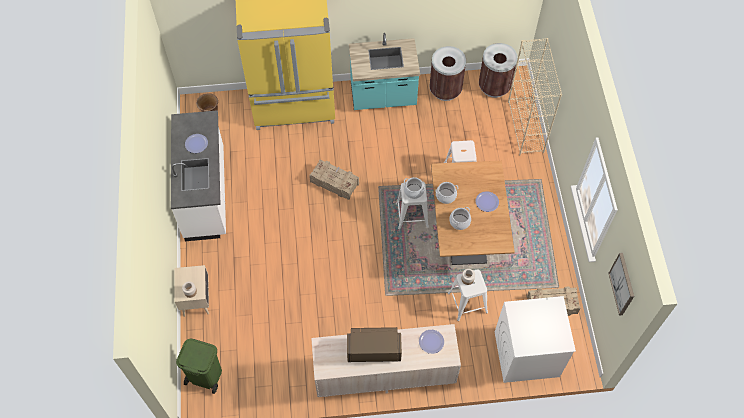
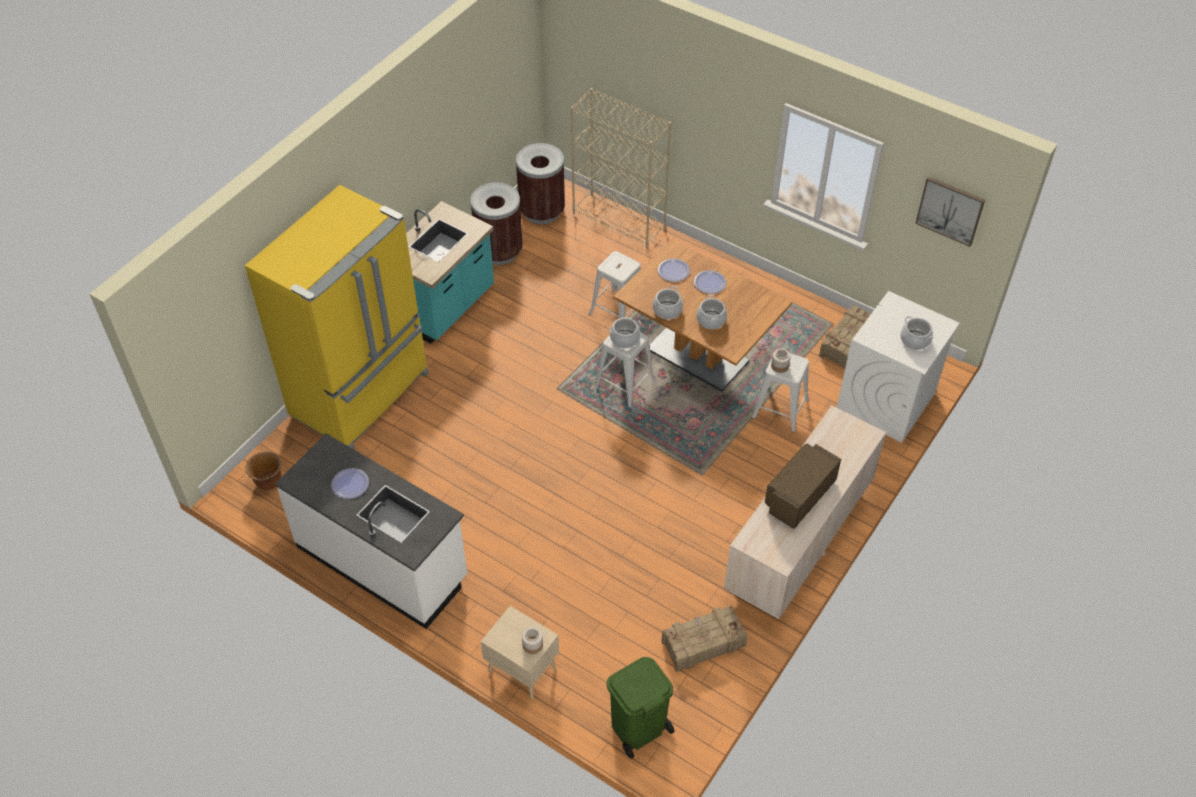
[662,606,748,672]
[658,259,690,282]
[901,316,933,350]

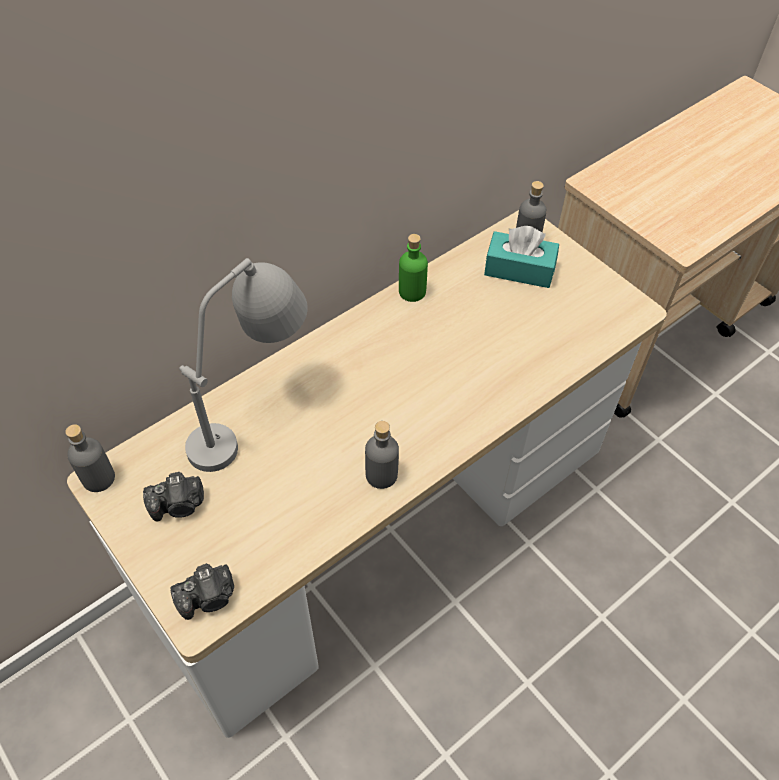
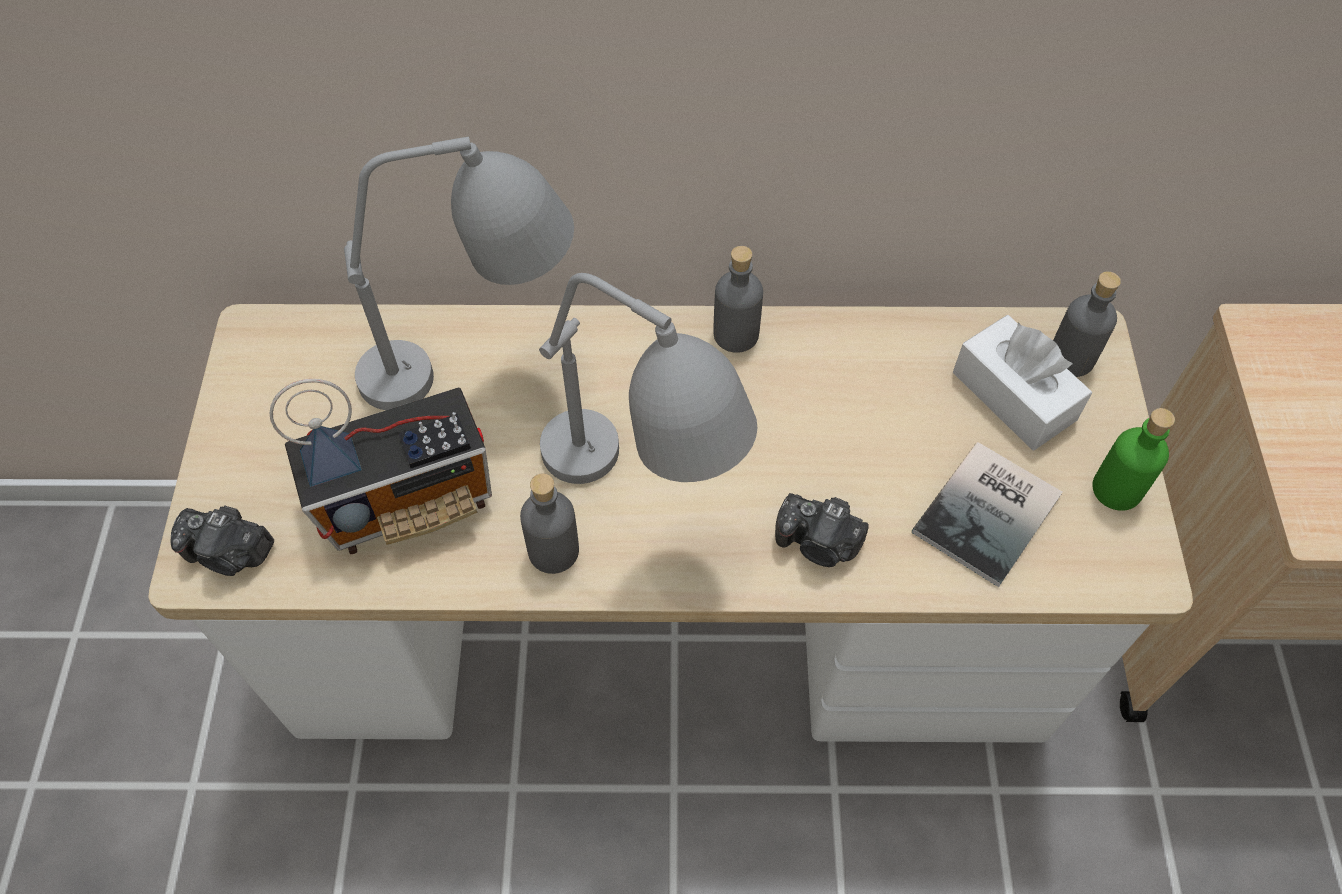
[713,246,763,353]
[775,493,869,567]
[1093,408,1175,511]
[953,315,1092,450]
[270,379,492,554]
[539,273,758,484]
[912,442,1062,587]

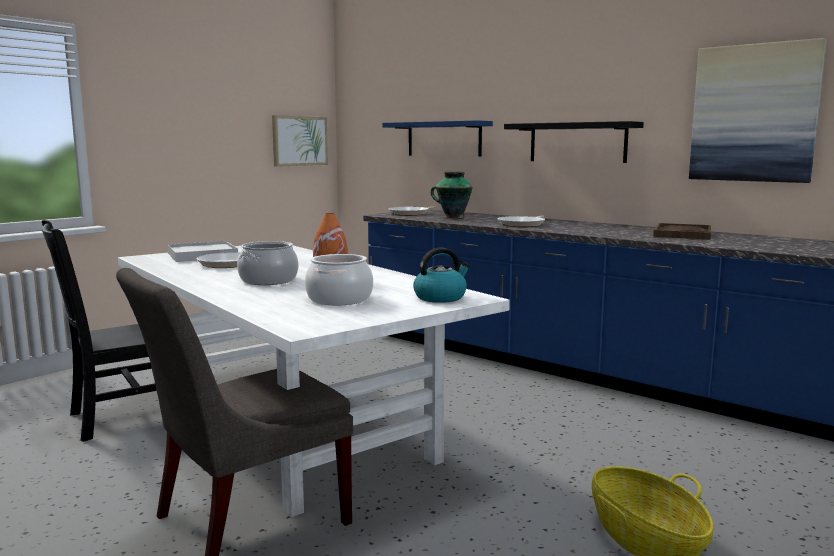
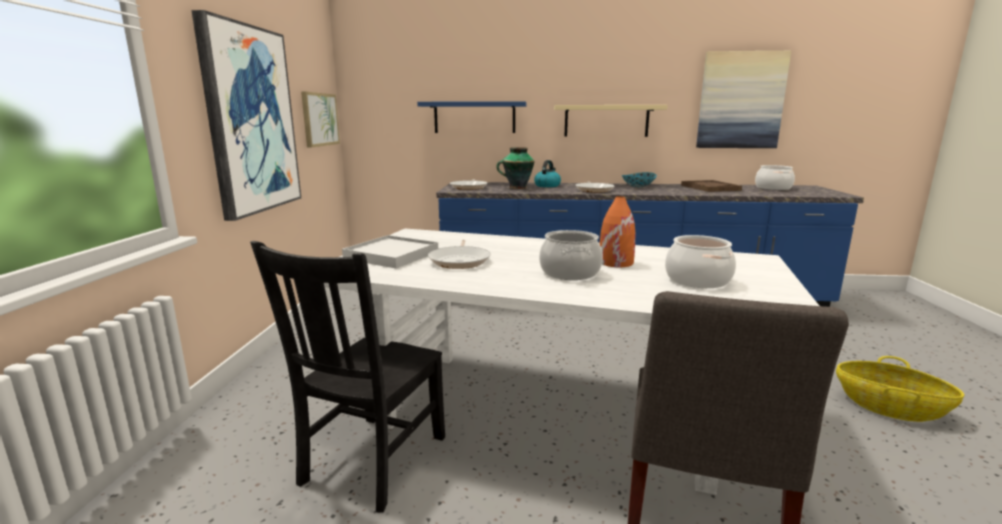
[534,160,561,187]
[554,105,668,137]
[191,10,301,221]
[622,172,657,187]
[755,165,795,190]

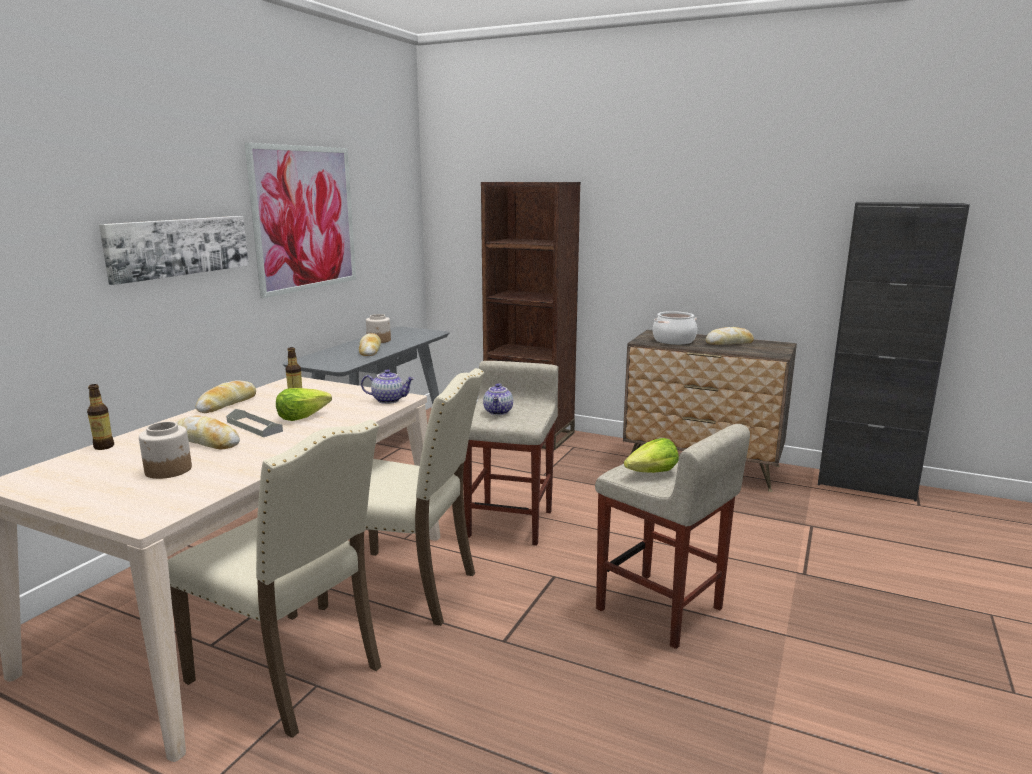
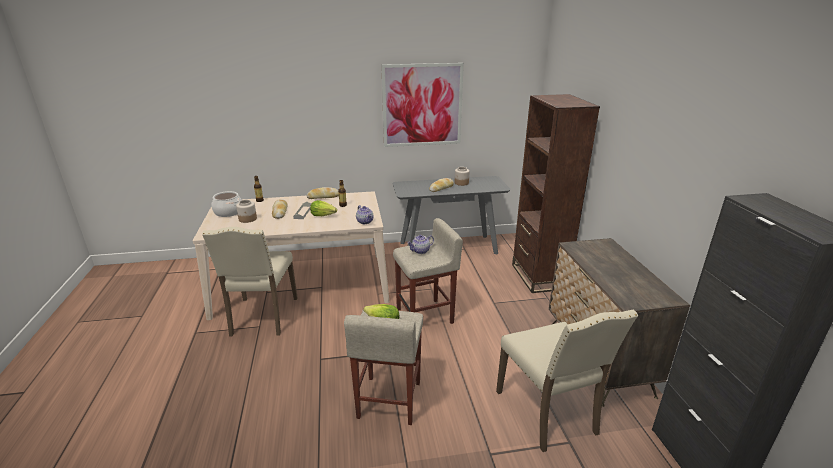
[99,216,249,285] (first image)
[496,310,638,452]
[211,191,242,217]
[706,327,754,345] (first image)

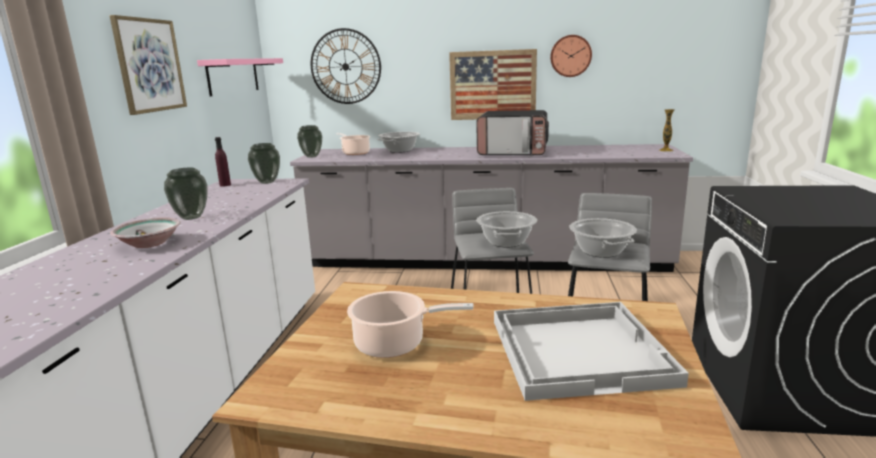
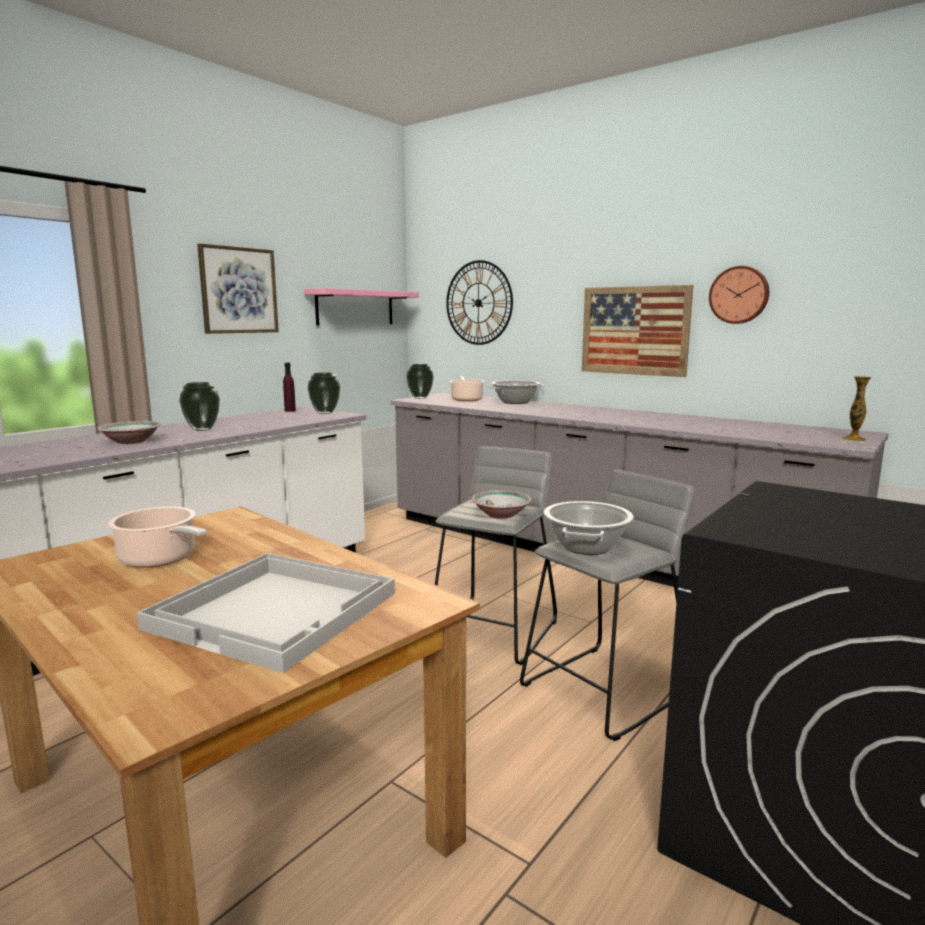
[476,110,549,155] (first image)
[471,490,532,519]

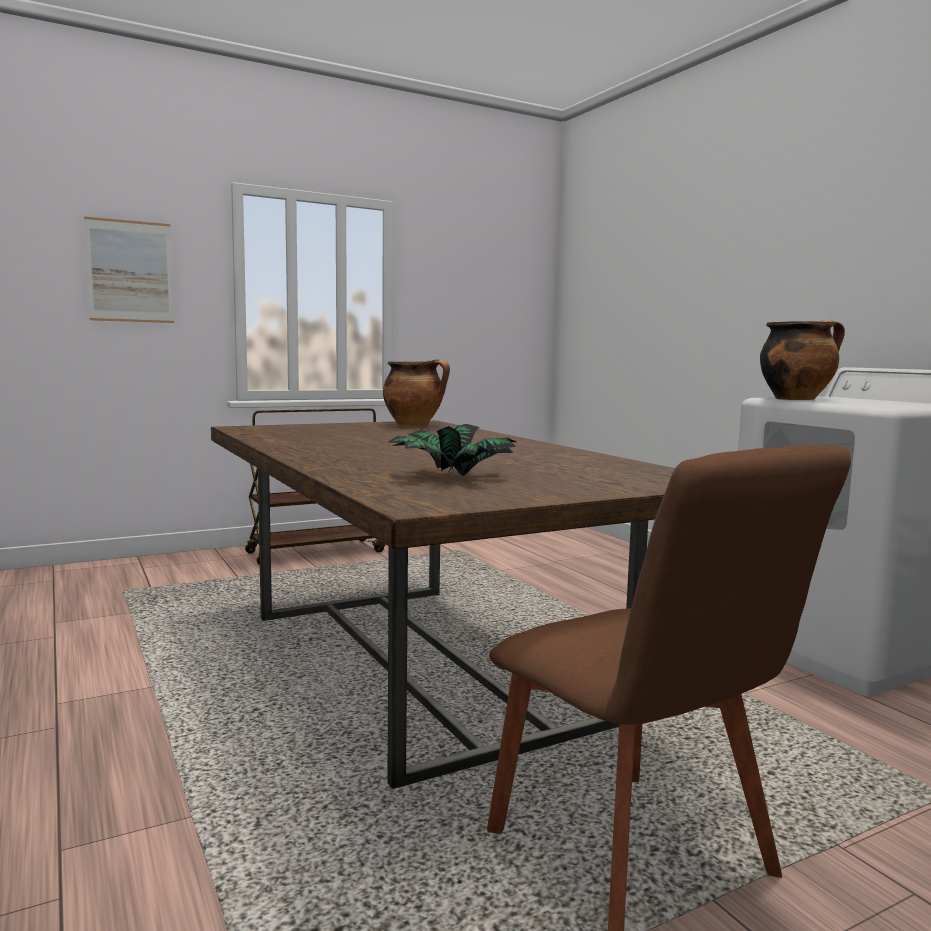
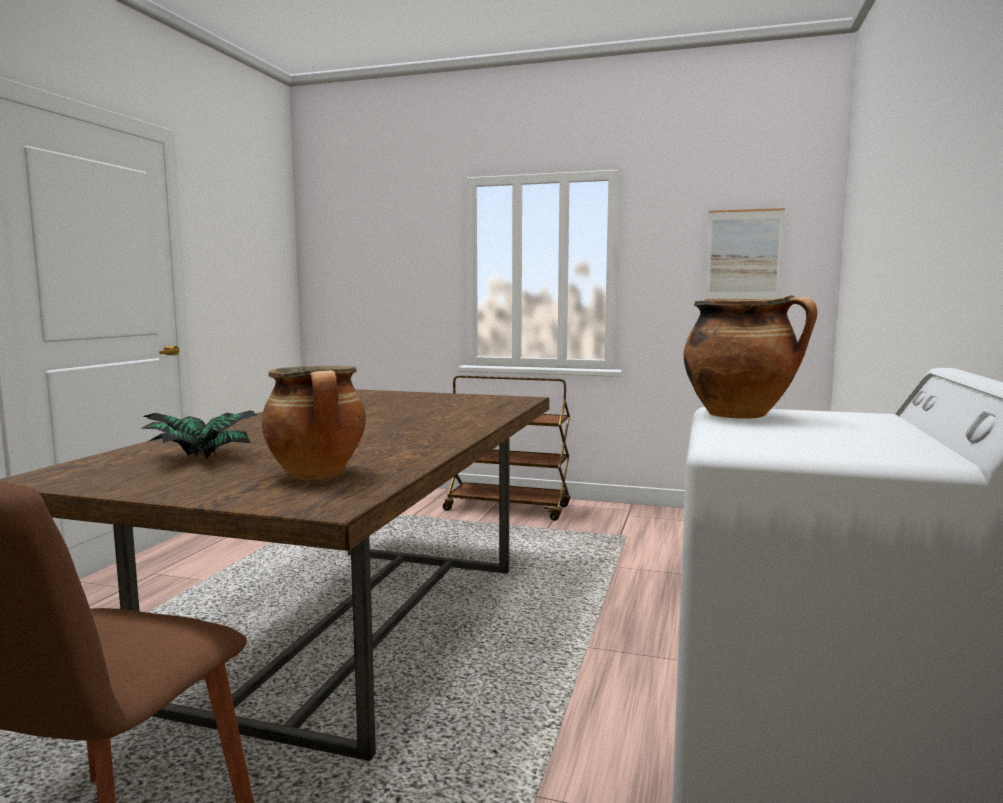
[705,208,785,301]
[262,366,366,480]

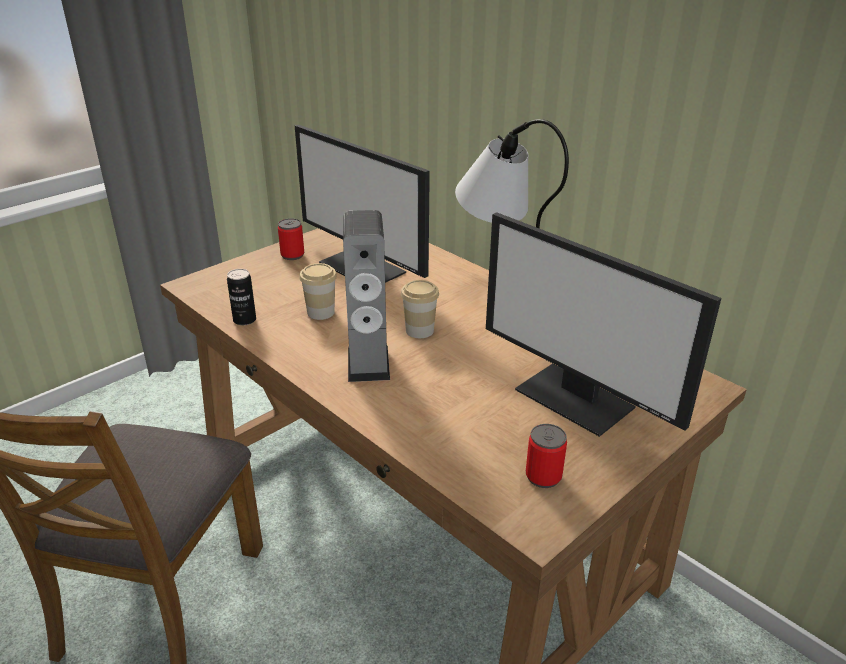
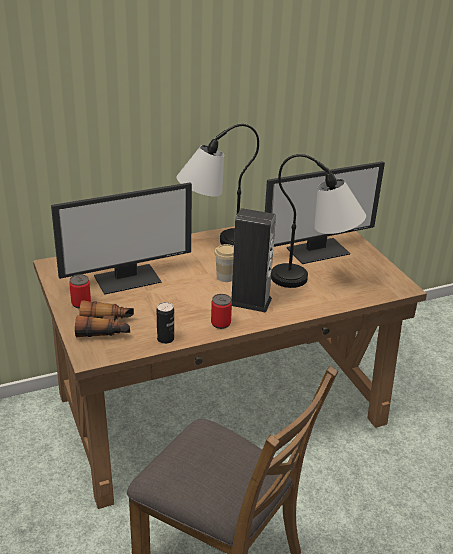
[299,263,337,320] (first image)
[211,294,232,329]
[75,300,134,337]
[271,154,366,288]

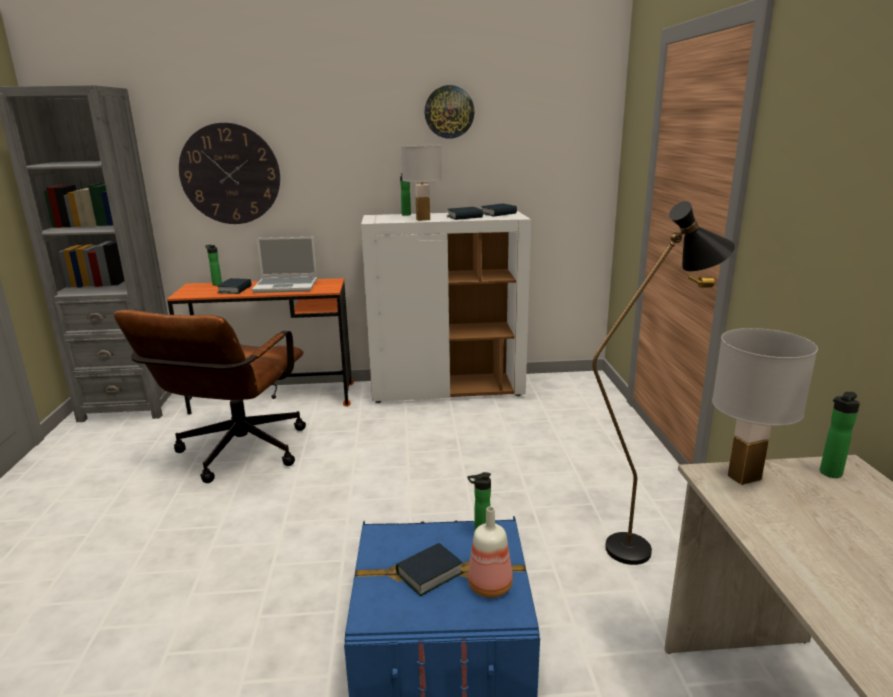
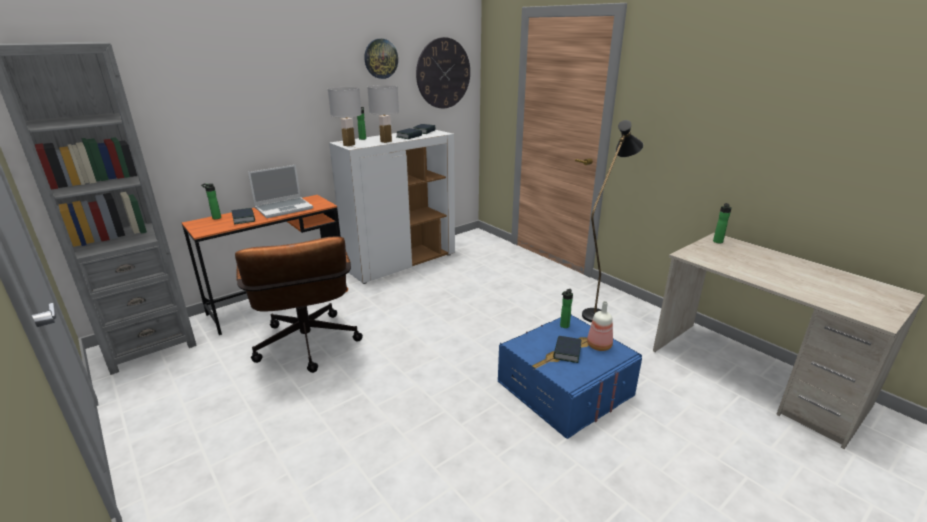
[416,37,470,108]
[328,87,362,146]

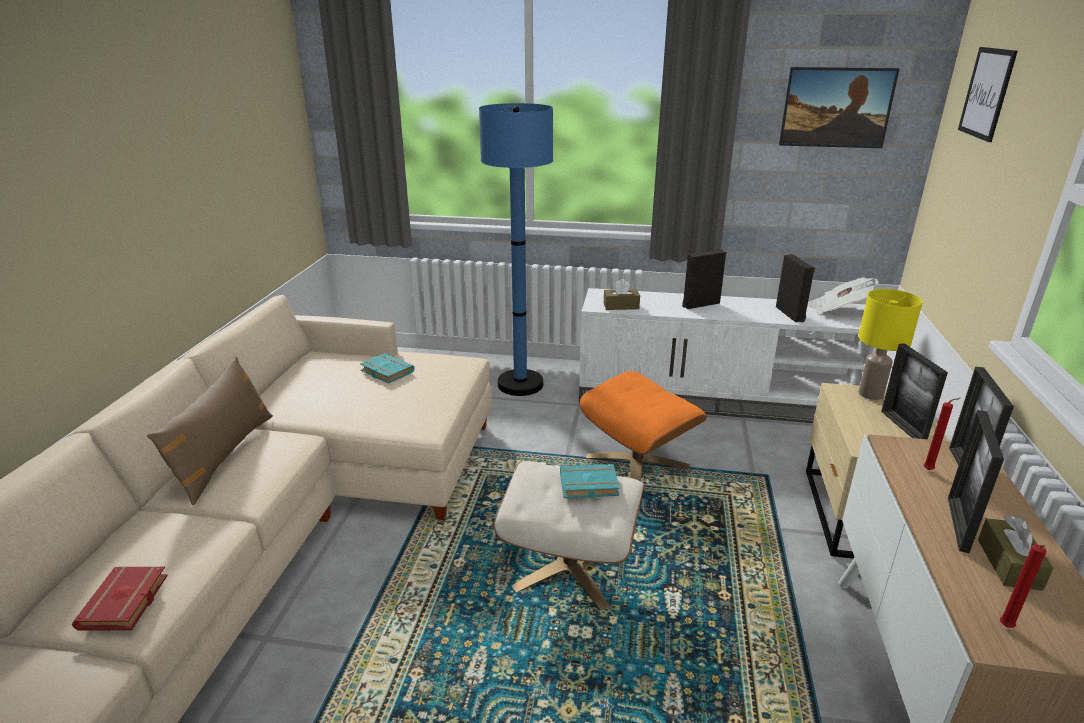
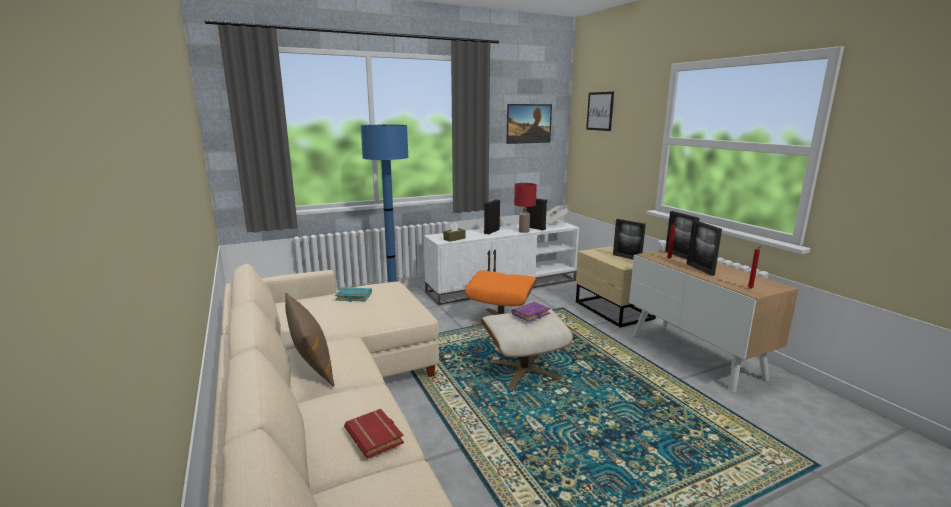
[511,302,550,322]
[858,289,923,400] (first image)
[978,516,1053,591] (first image)
[514,183,537,233]

